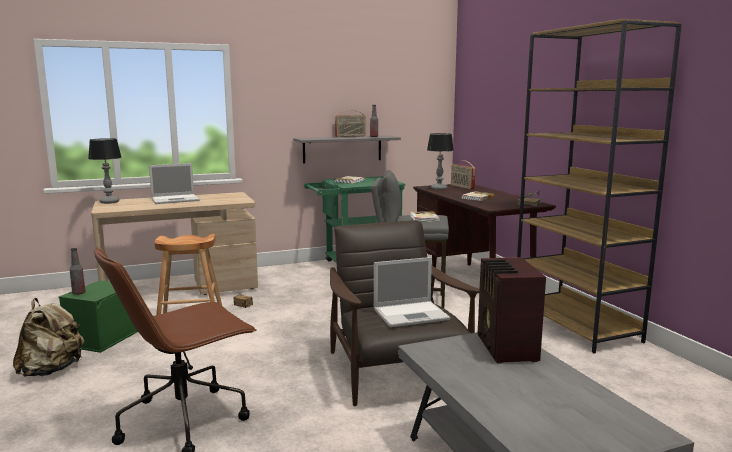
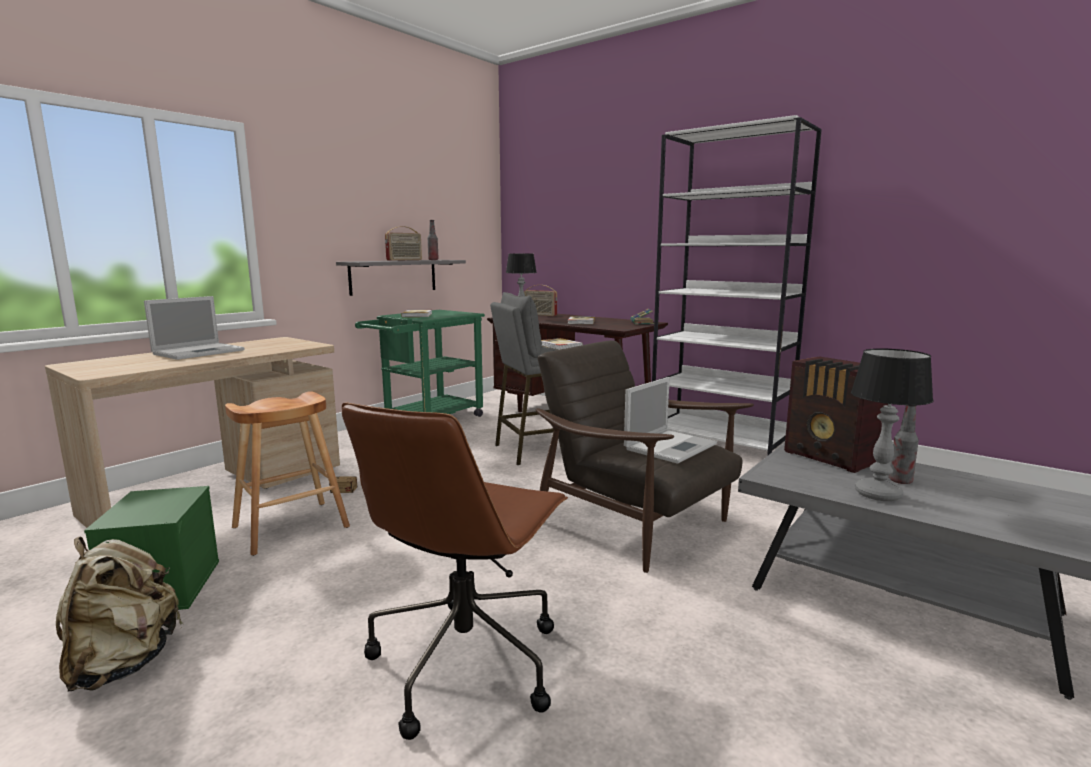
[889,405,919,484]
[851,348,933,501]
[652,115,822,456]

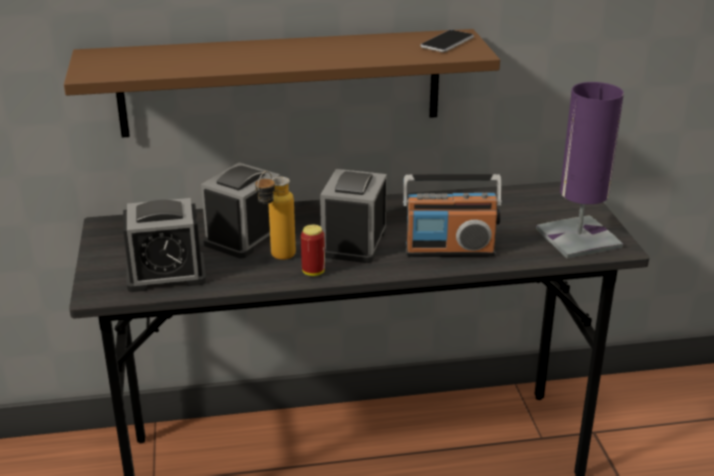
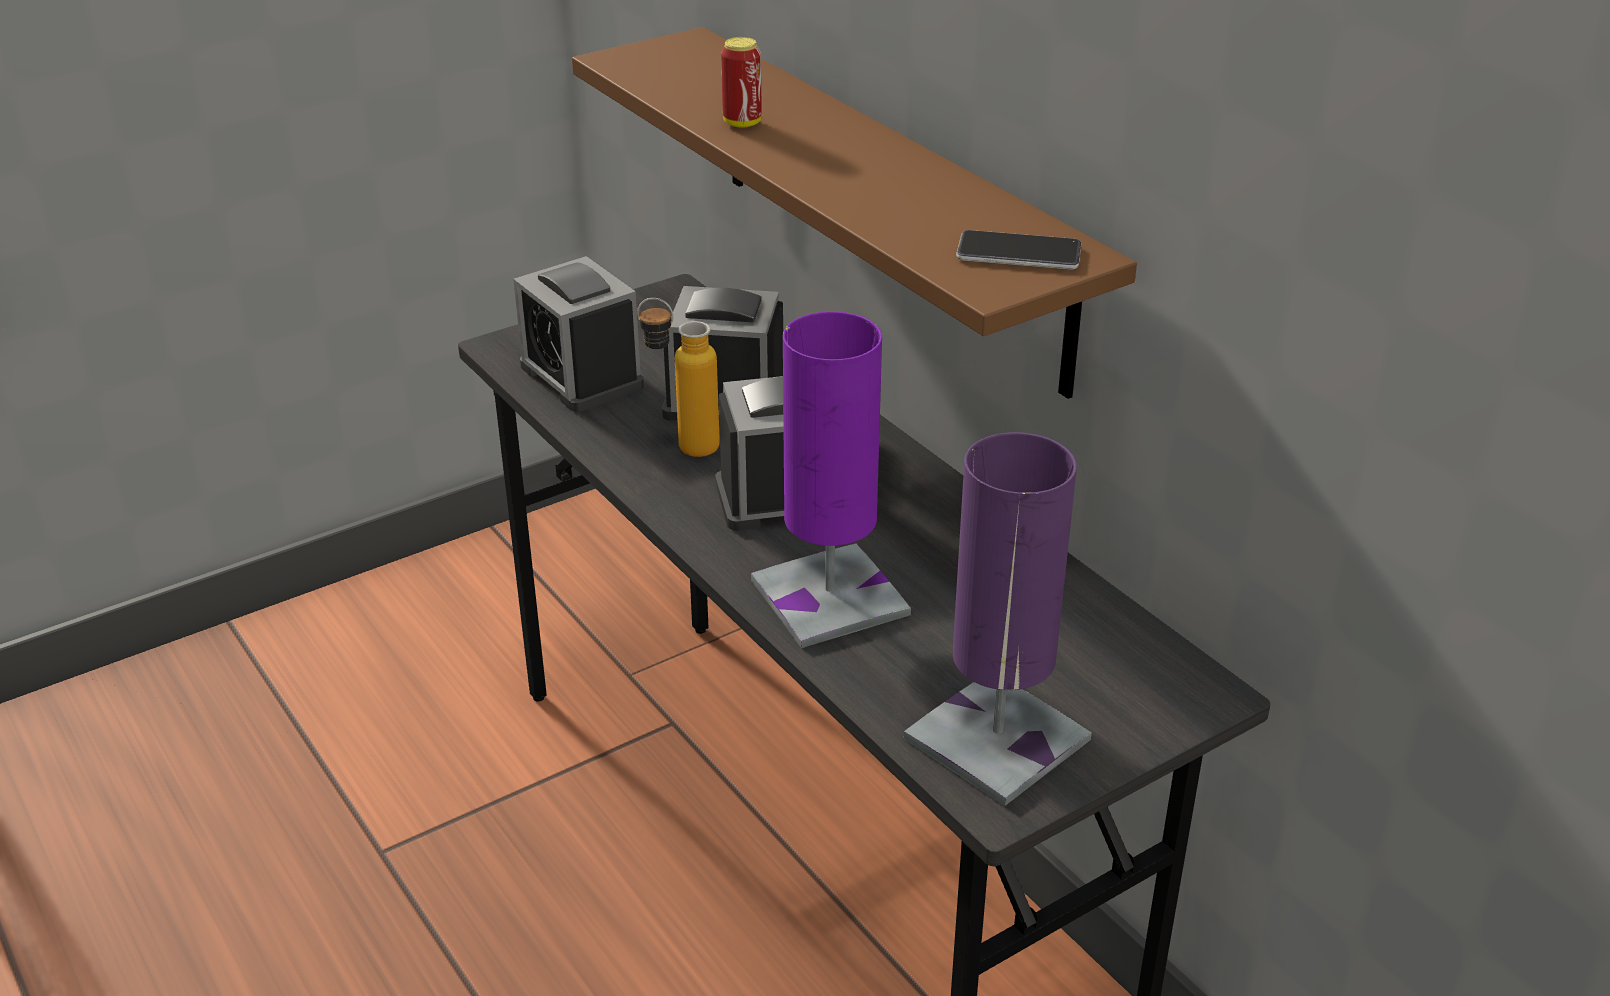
[721,37,761,128]
[751,311,911,648]

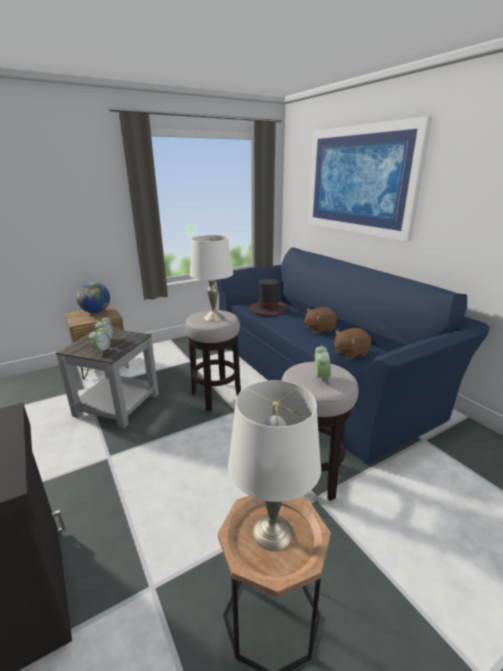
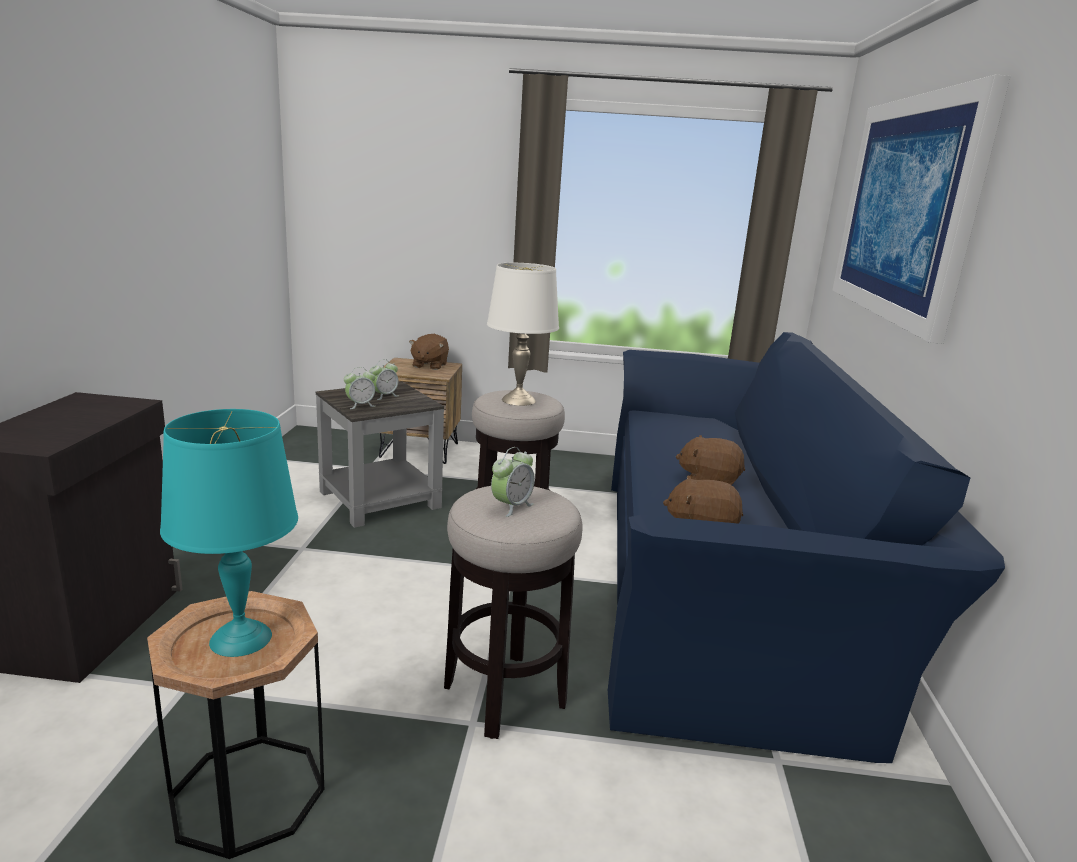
[409,334,449,370]
[160,409,298,657]
[249,279,287,316] (first image)

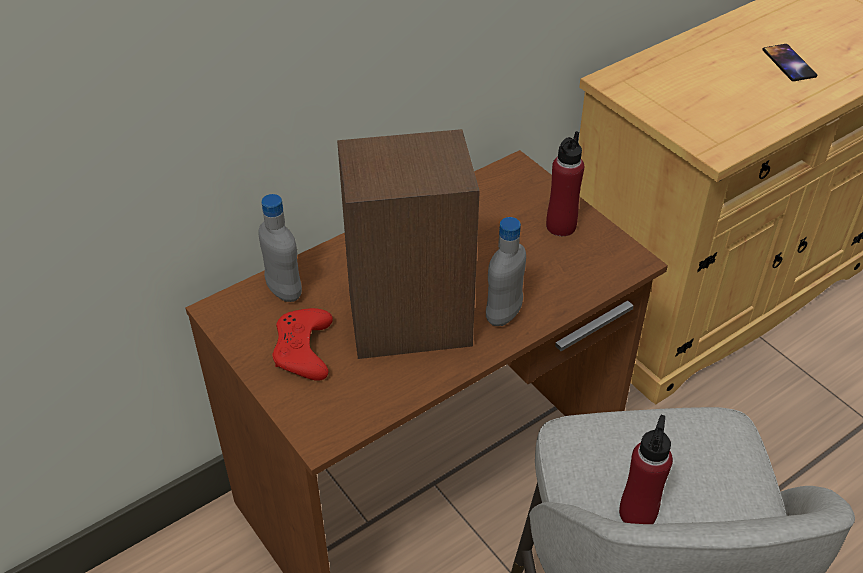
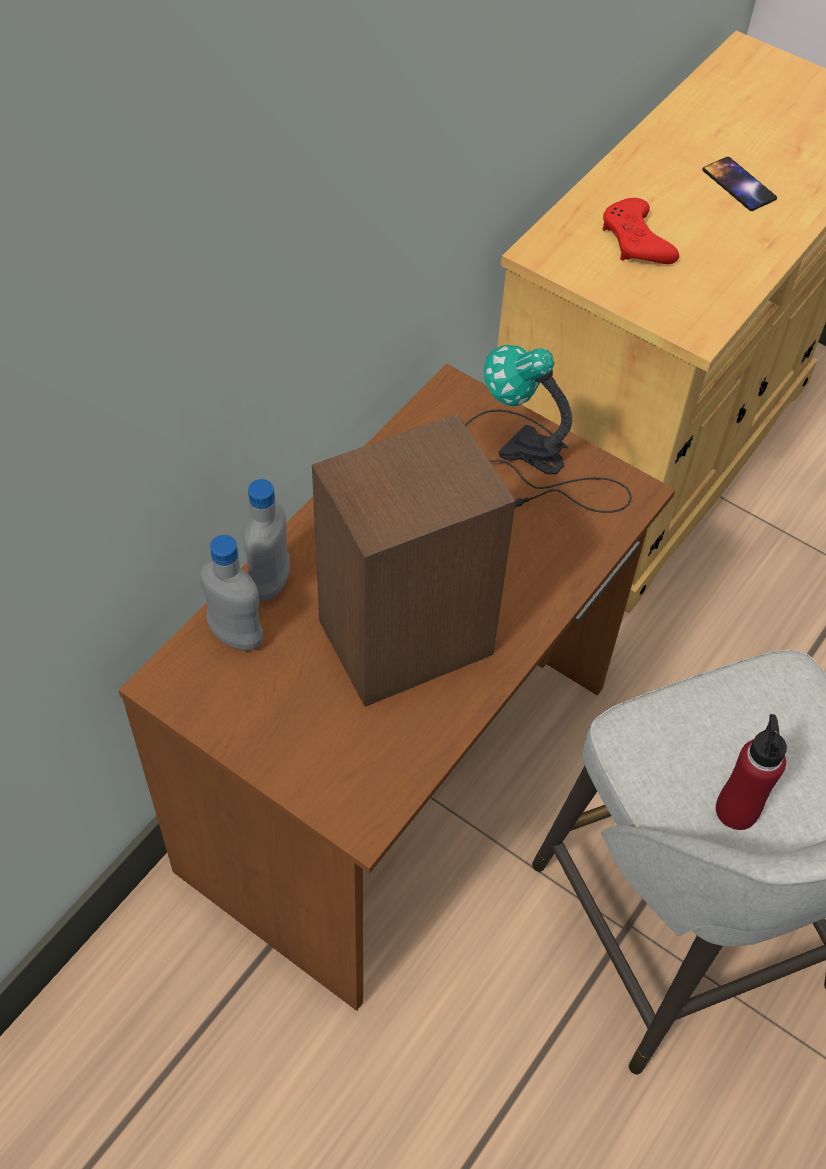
[603,198,679,264]
[244,479,290,601]
[465,345,632,513]

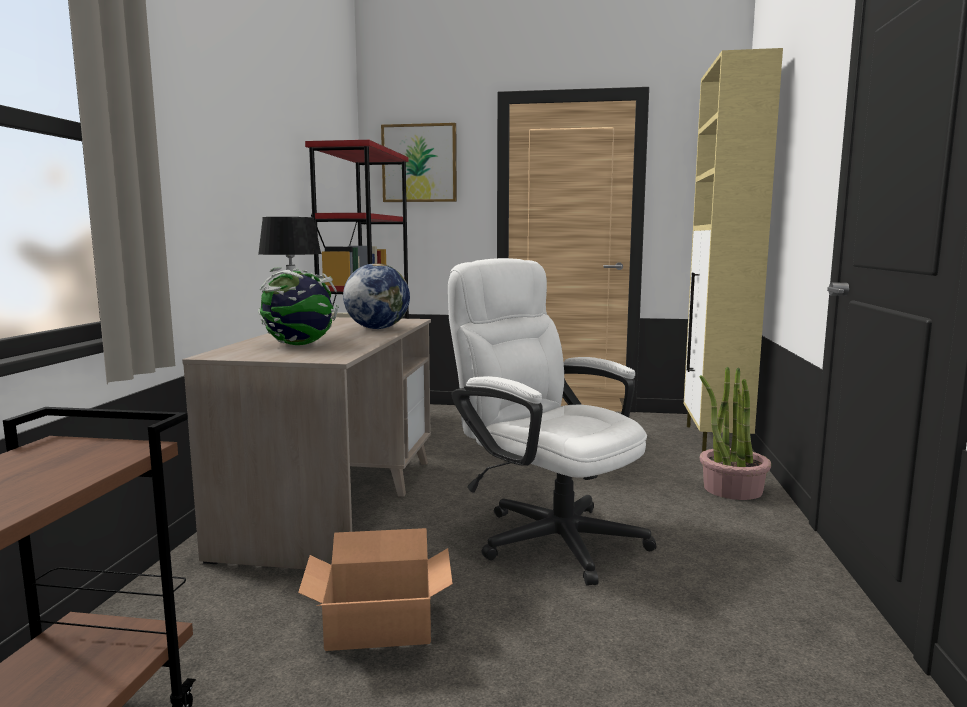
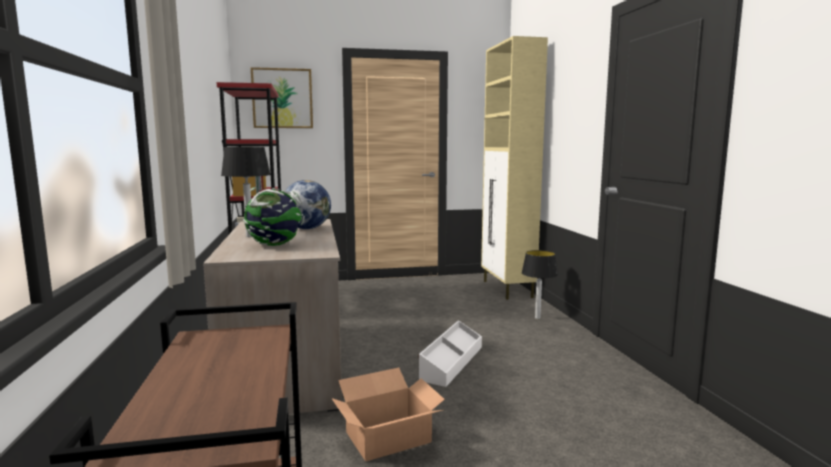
[419,320,482,387]
[522,250,558,319]

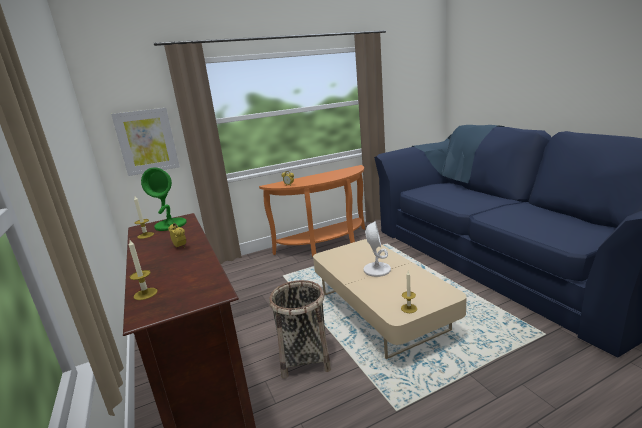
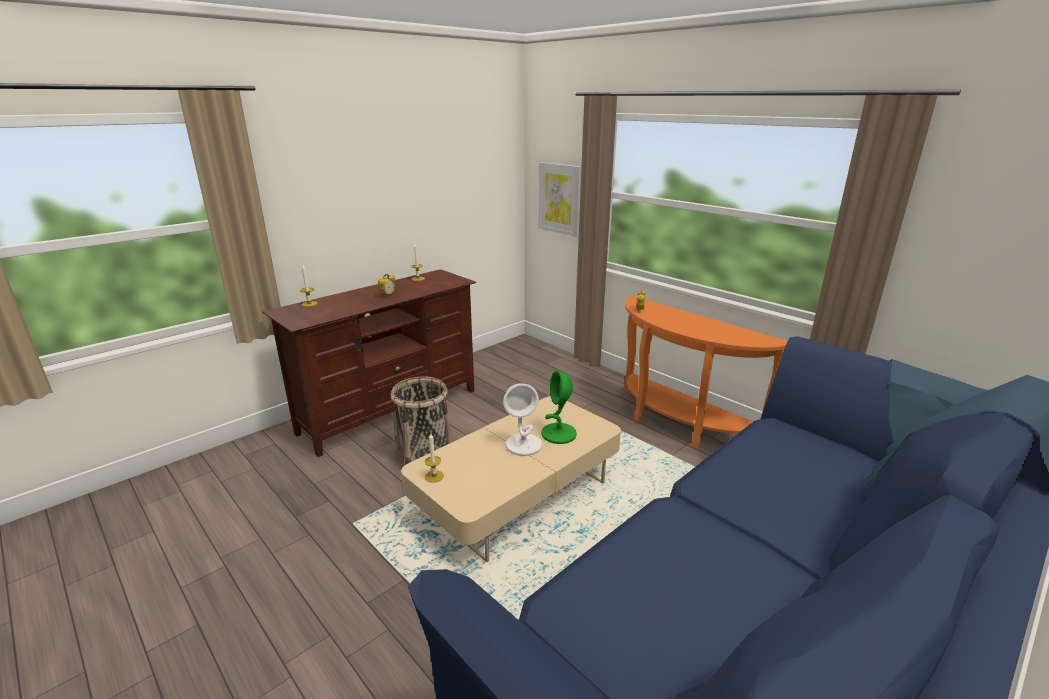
[541,370,577,444]

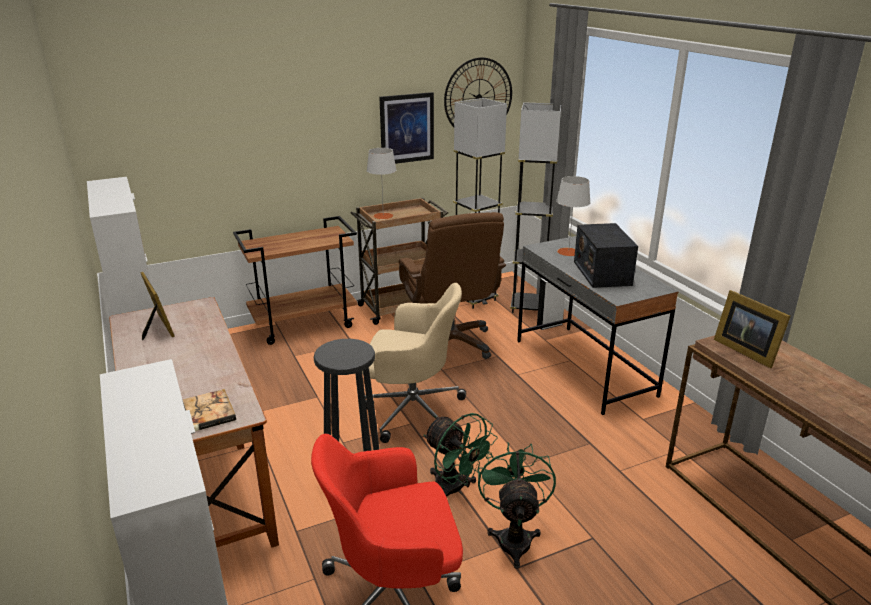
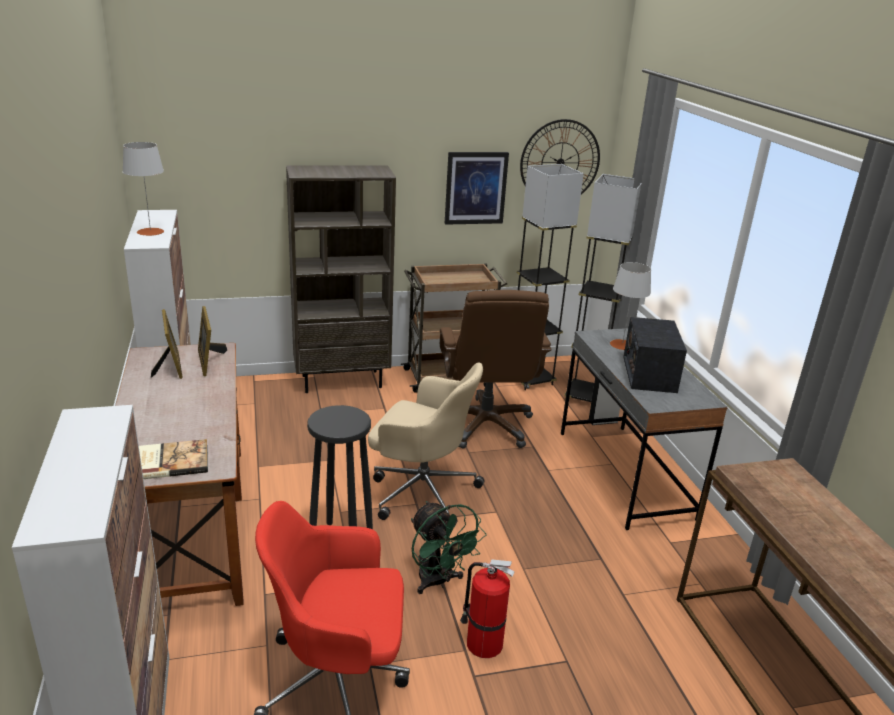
[286,165,396,393]
[123,142,164,236]
[460,559,514,658]
[198,306,227,376]

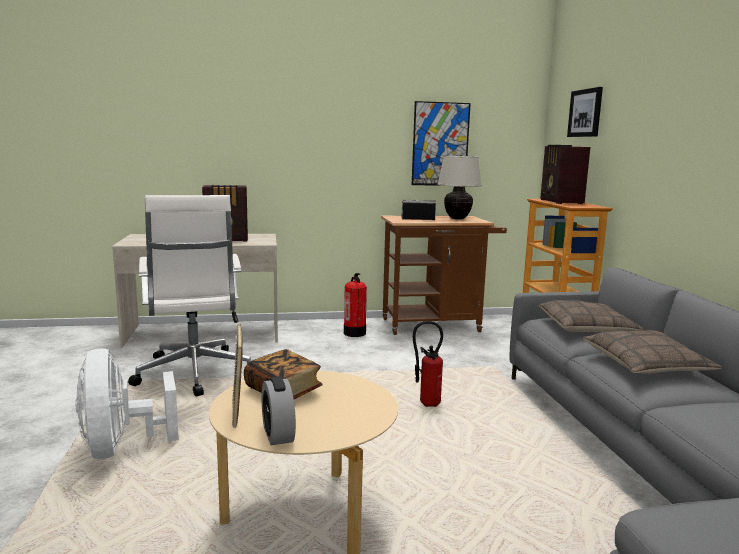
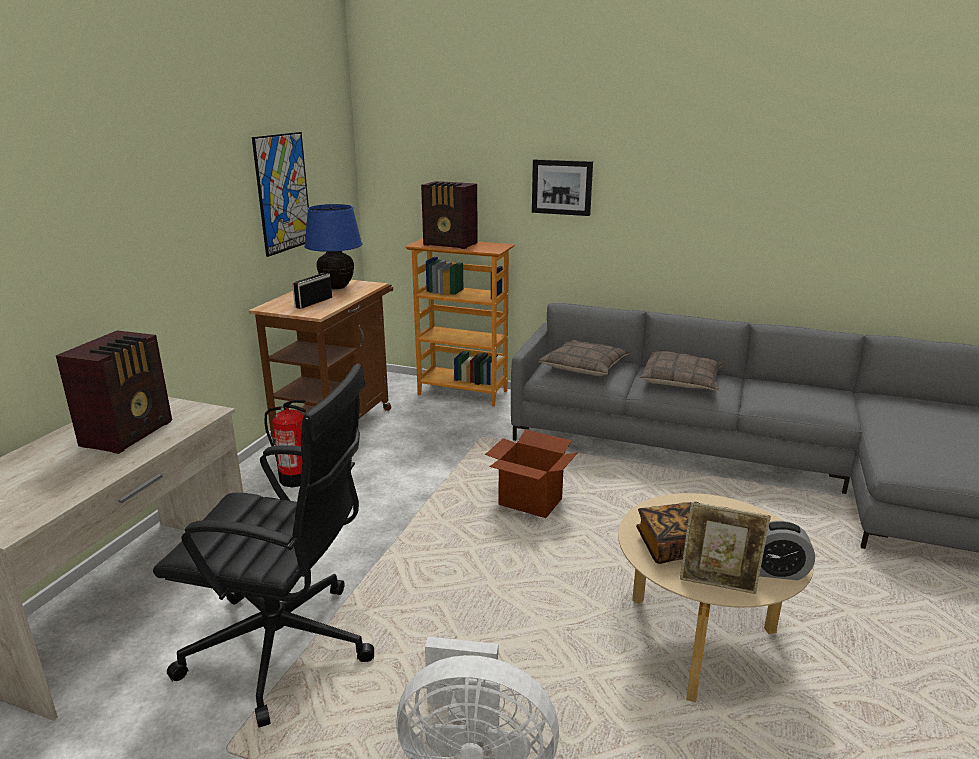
[153,363,374,728]
[485,430,578,518]
[304,204,362,290]
[532,159,593,216]

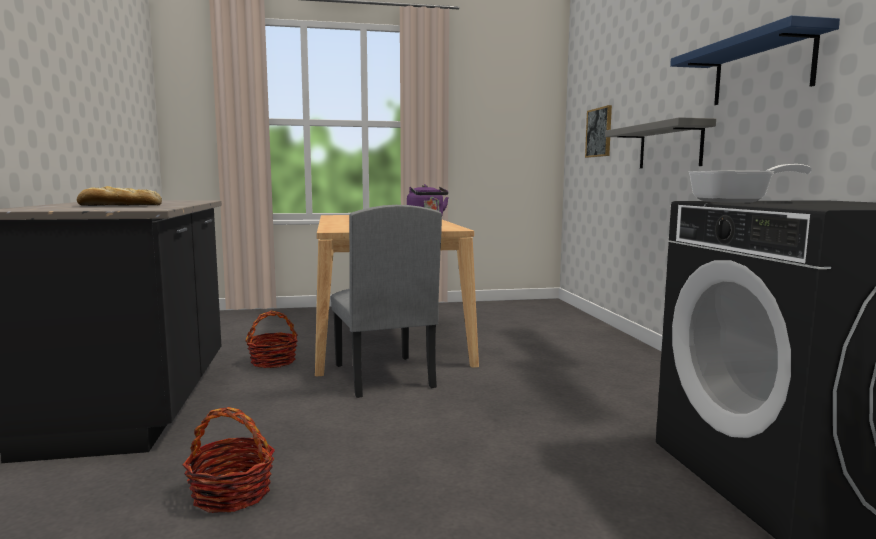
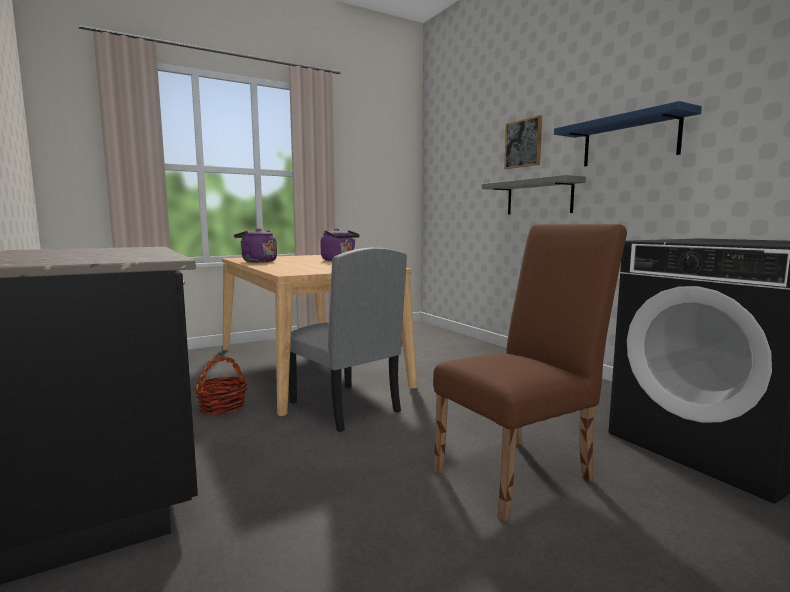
[77,186,162,206] (first image)
[182,407,275,513] (first image)
[504,115,542,169]
[689,164,812,202] (first image)
[234,228,277,263]
[433,224,627,522]

